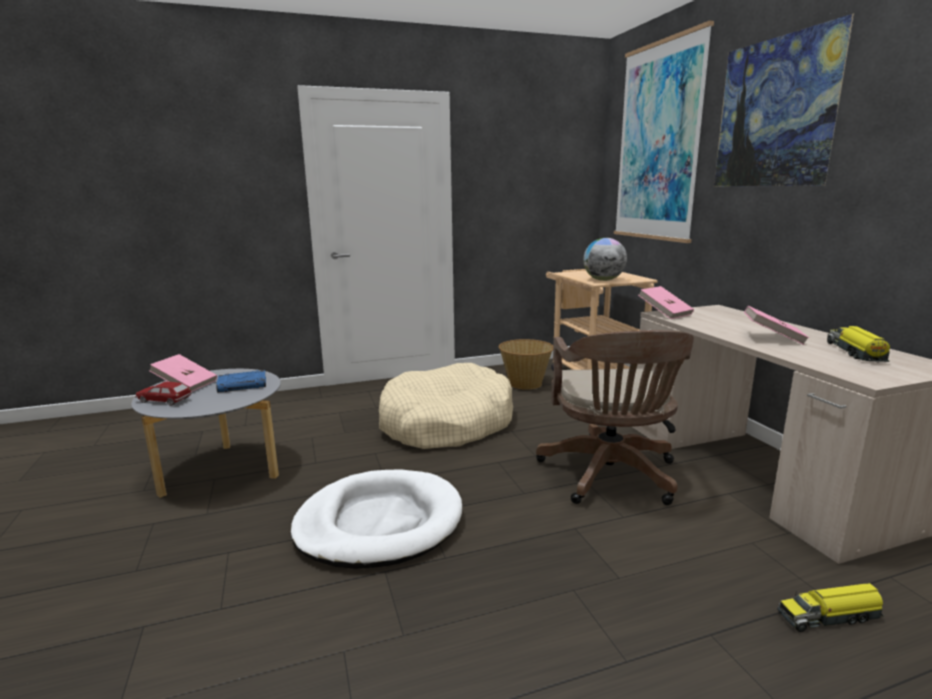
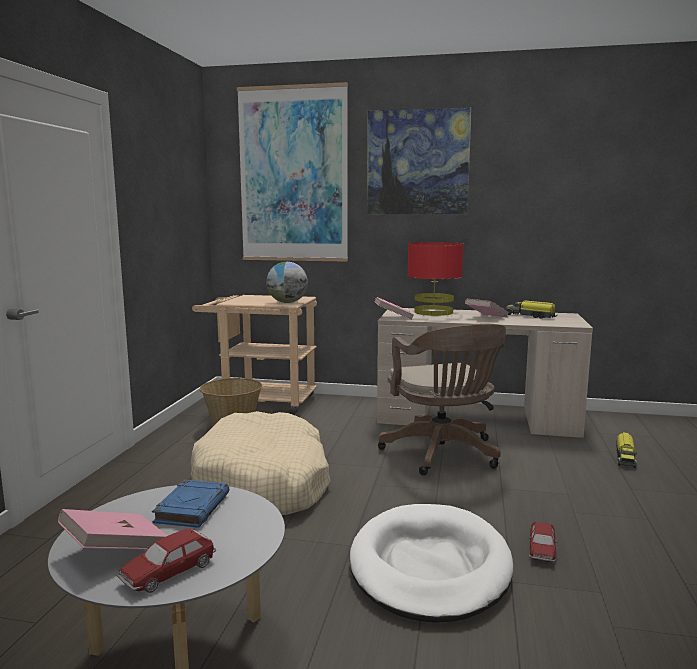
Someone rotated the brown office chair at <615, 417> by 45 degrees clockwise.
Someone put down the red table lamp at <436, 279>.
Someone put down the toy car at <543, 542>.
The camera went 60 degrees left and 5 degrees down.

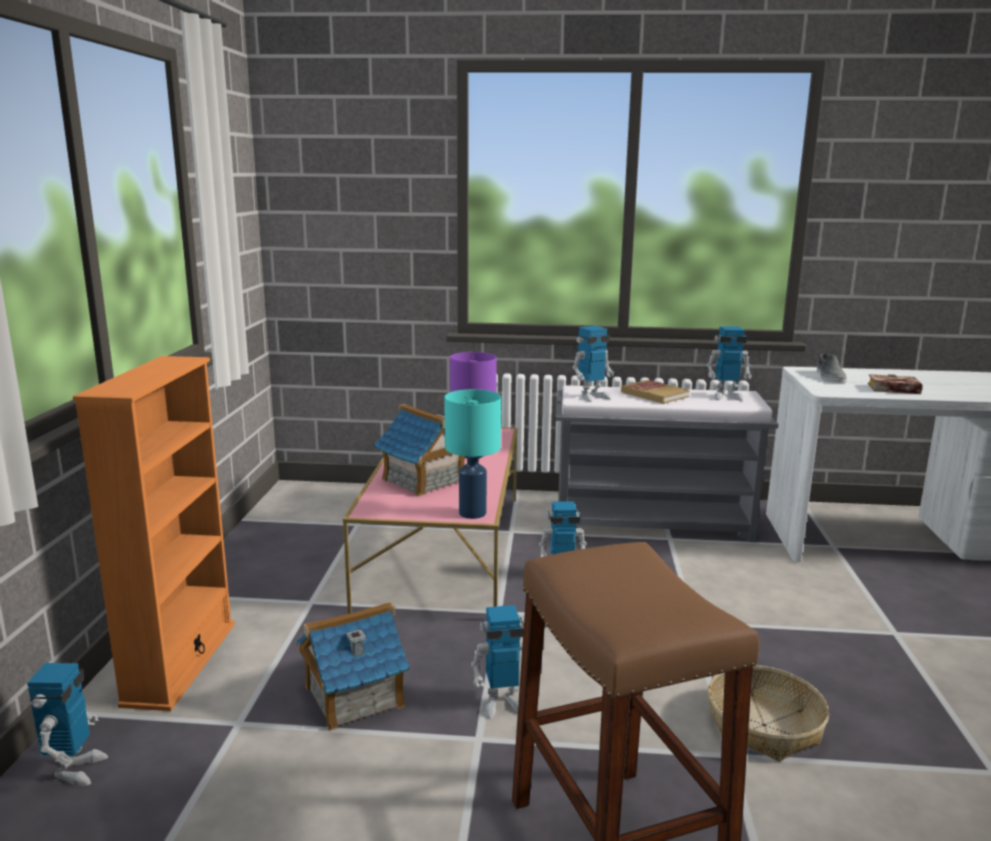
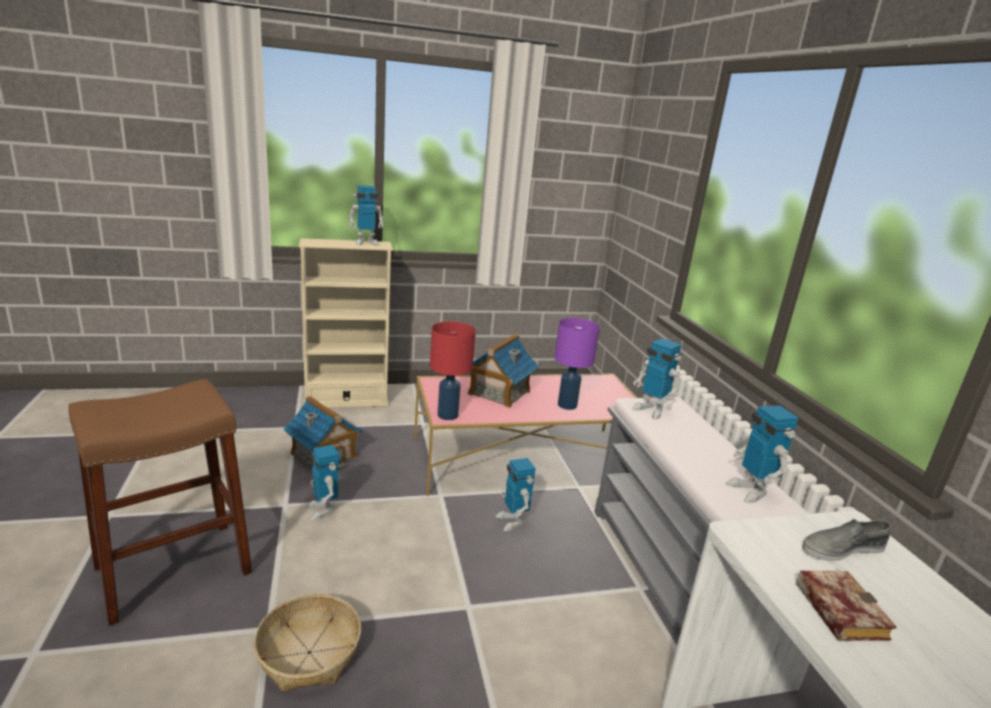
Someone repainted the orange bookcase at <154, 533>, which became the beige bookcase at <346, 323>.
Someone took away the book at <655, 392>.
Someone repainted the turquoise table lamp at <472, 454>, which became the red table lamp at <453, 370>.
Someone carried the toy robot from <67, 724> to <366, 215>.
The camera went 70 degrees right and 5 degrees up.

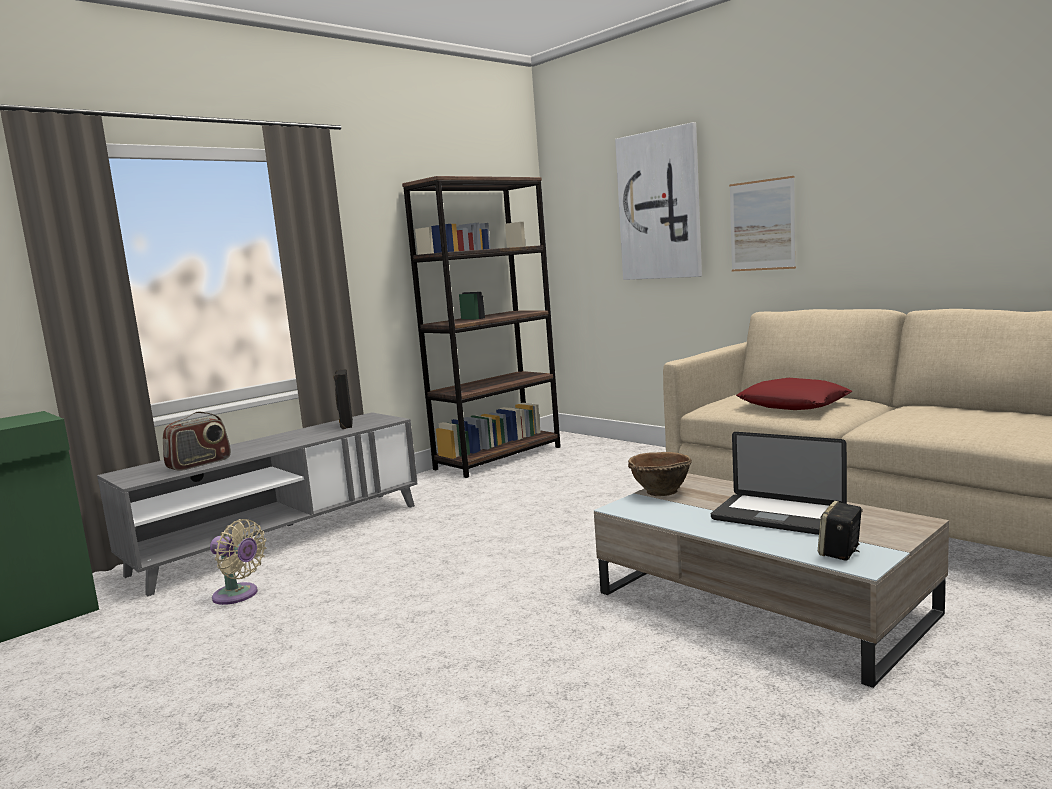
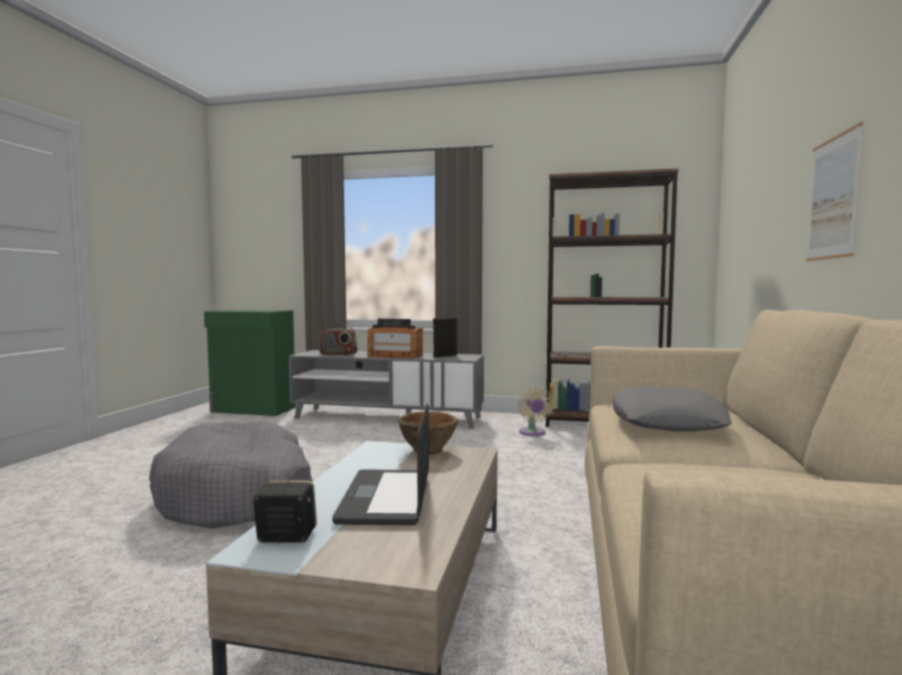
Someone took away the picture at <658, 201>.
Someone repainted the red pillow at <794, 394>, which became the grey pillow at <672, 408>.
Someone carried the beige fan from <238, 562> to <536, 411>.
Someone put down the radio at <395, 339>.
Someone put down the grey dog bed at <231, 475>.
The camera went 55 degrees right and 5 degrees down.

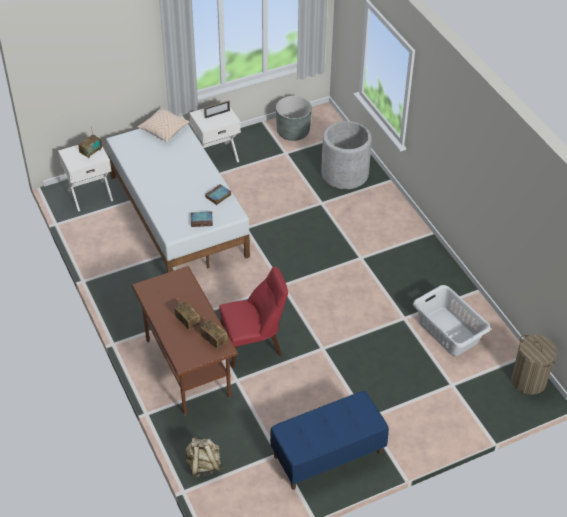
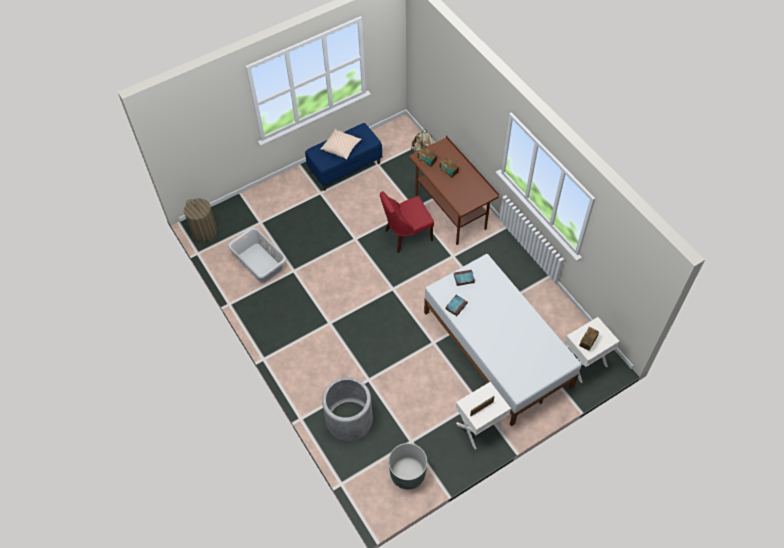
Someone carried the beige pillow from <163, 125> to <341, 144>.
The camera went 175 degrees right and 10 degrees up.

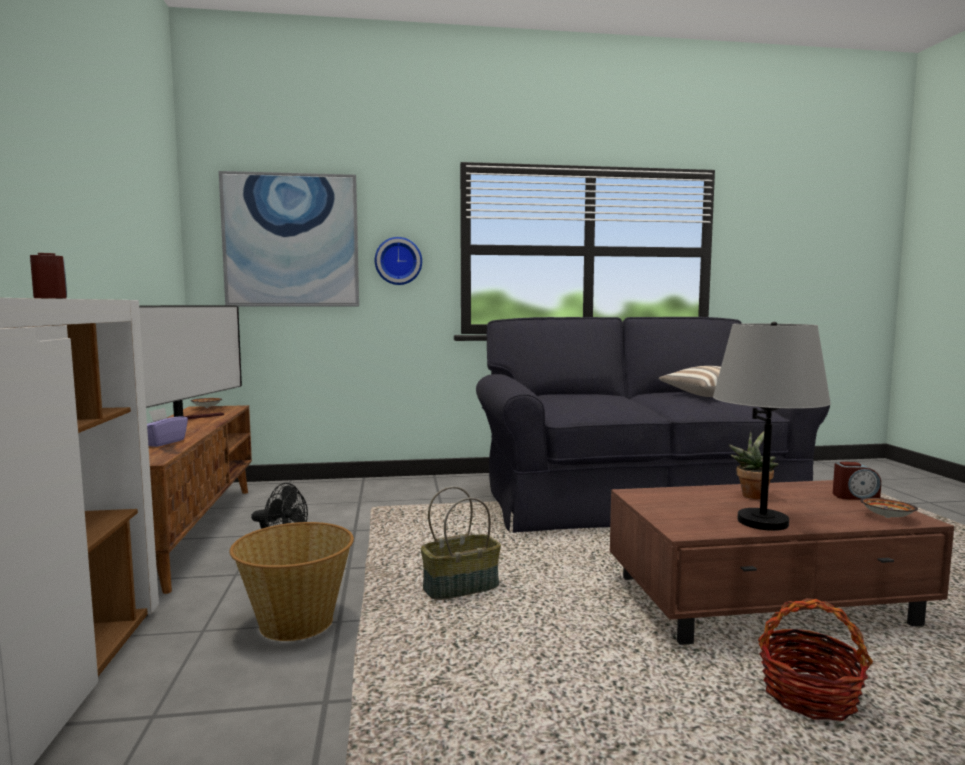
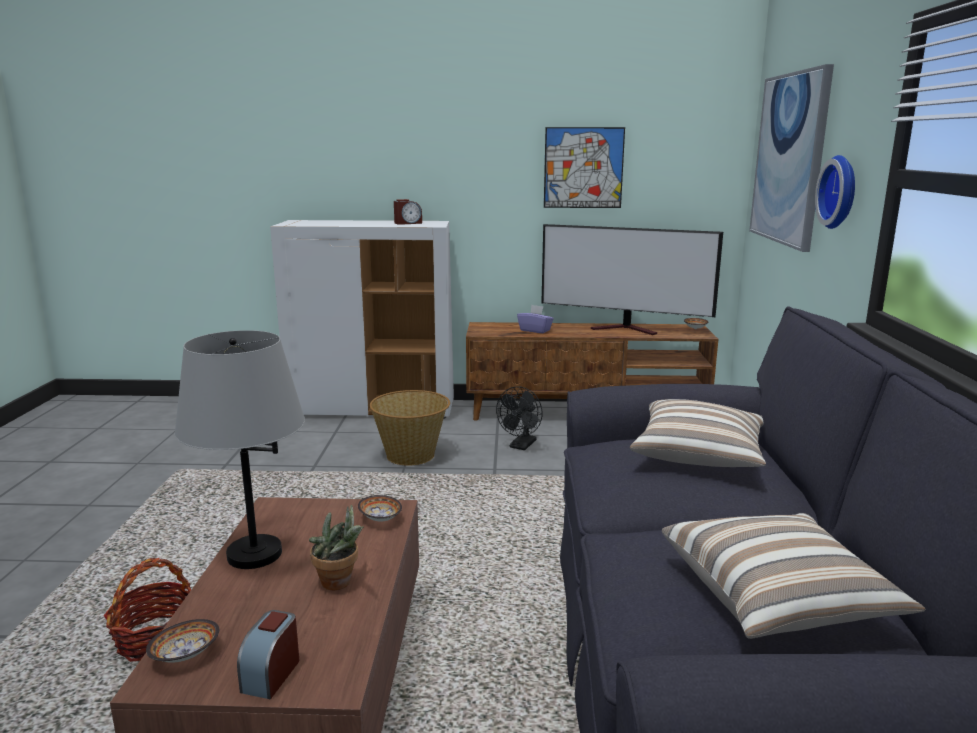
Someone took away the basket at <461, 543>.
Someone put up the picture at <584, 167>.
Someone put down the pillow at <698, 433>.
Someone put down the bowl at <380, 508>.
The camera went 100 degrees right and 10 degrees up.

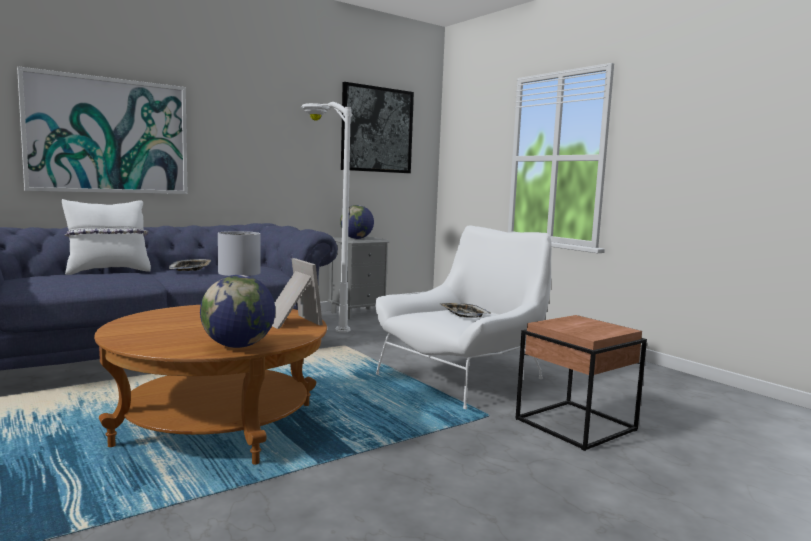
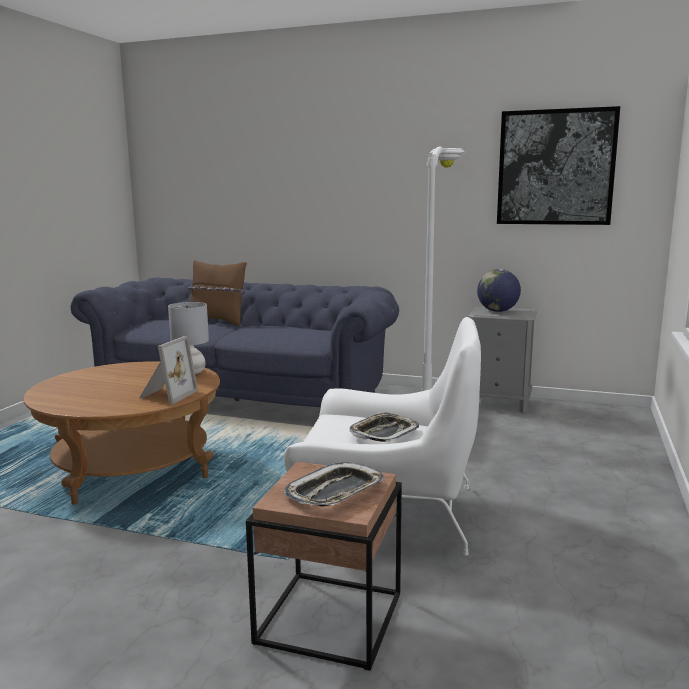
Someone took away the picture at <102, 130>.
Someone repainted the white pillow at <106, 237>, which became the brown pillow at <217, 293>.
Someone carried the tray from <190, 265> to <334, 484>.
Someone took away the globe at <237, 311>.
The camera went 55 degrees right and 5 degrees up.

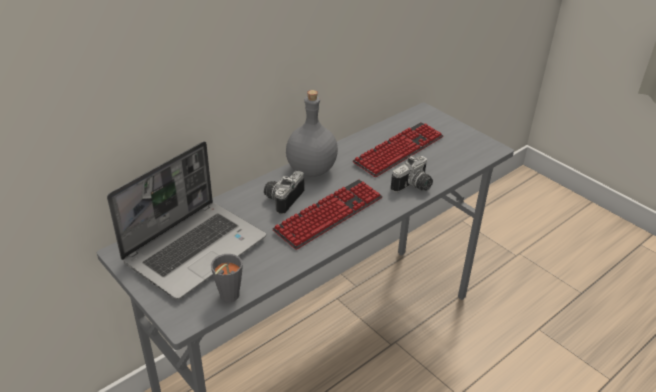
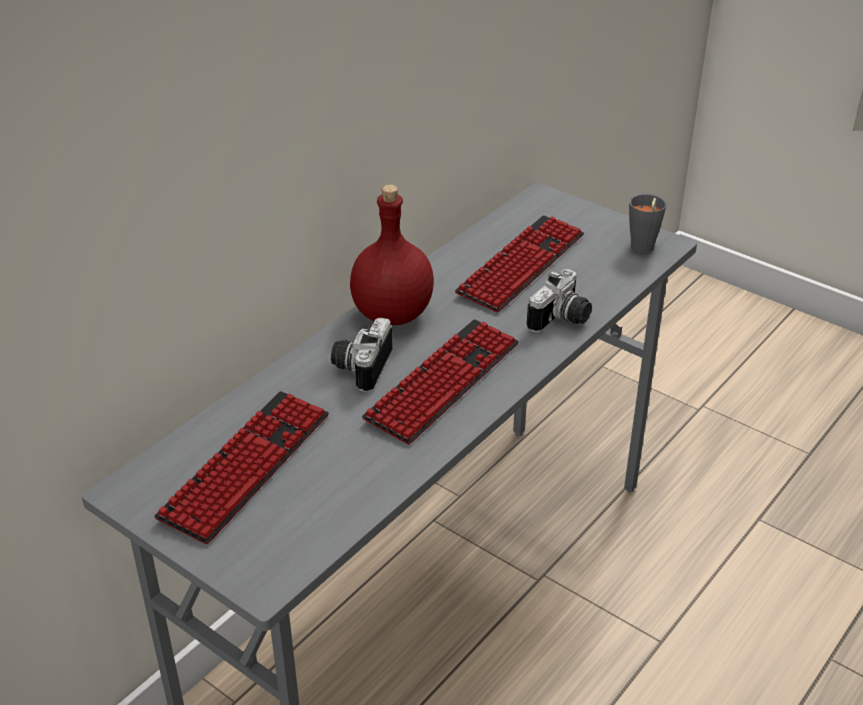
Someone repainted the grey bottle at <312, 133>, which became the red bottle at <392, 255>.
Someone swapped the laptop at <186, 220> for the keyboard at <241, 467>.
Someone carried the grey cup from <227, 278> to <648, 223>.
The camera went 10 degrees left and 0 degrees up.

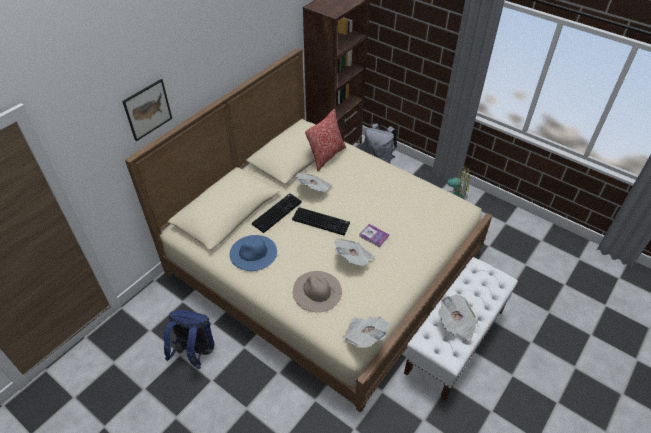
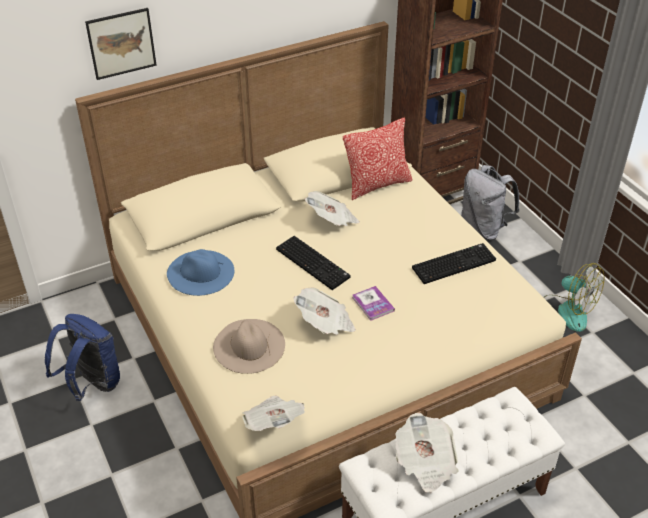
Someone carried the keyboard from <277, 213> to <454, 263>.
The camera went 25 degrees right and 5 degrees down.

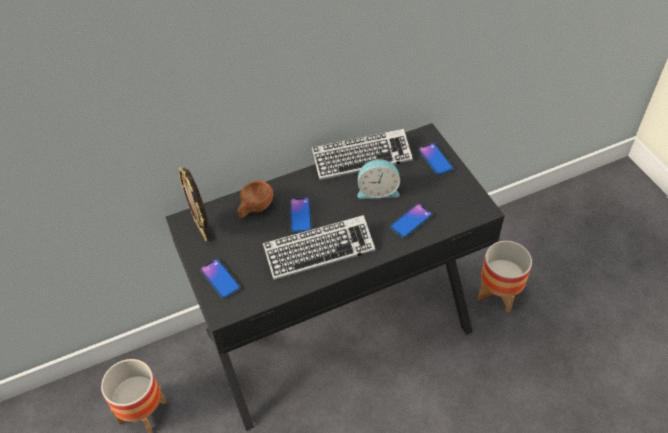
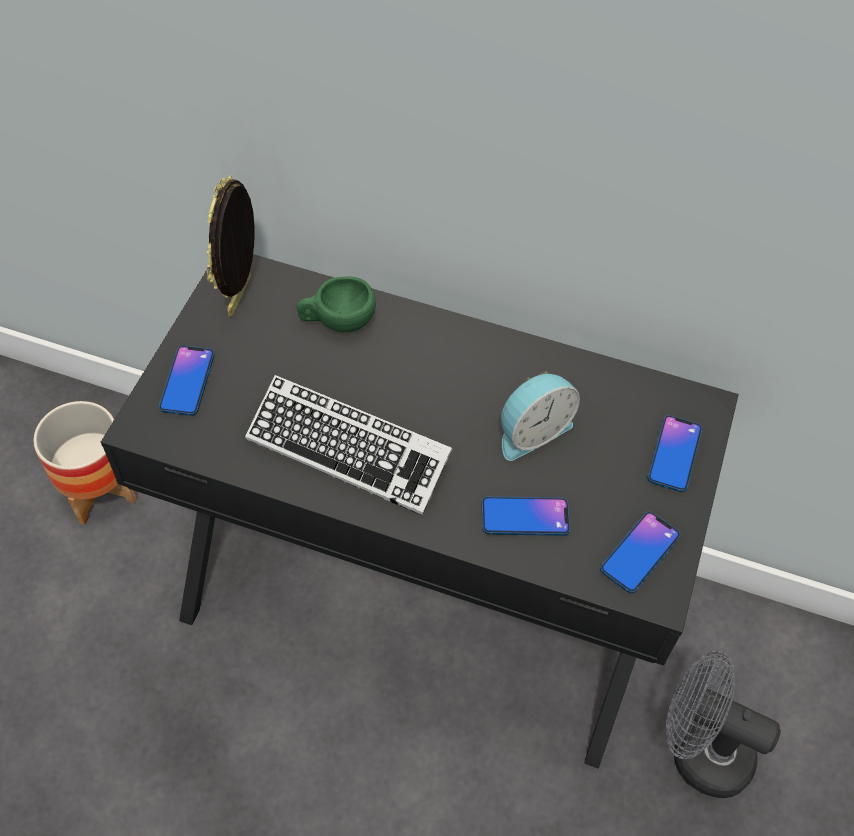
Someone took away the keyboard at <362, 154>.
Someone rotated the alarm clock at <378, 179> by 75 degrees counterclockwise.
Someone repainted the brown cup at <255, 199>, which became the green cup at <336, 304>.
Someone carried the phone from <301, 215> to <640, 552>.
Someone swapped the planter at <505, 277> for the grey fan at <723, 724>.
The camera went 40 degrees right and 5 degrees up.

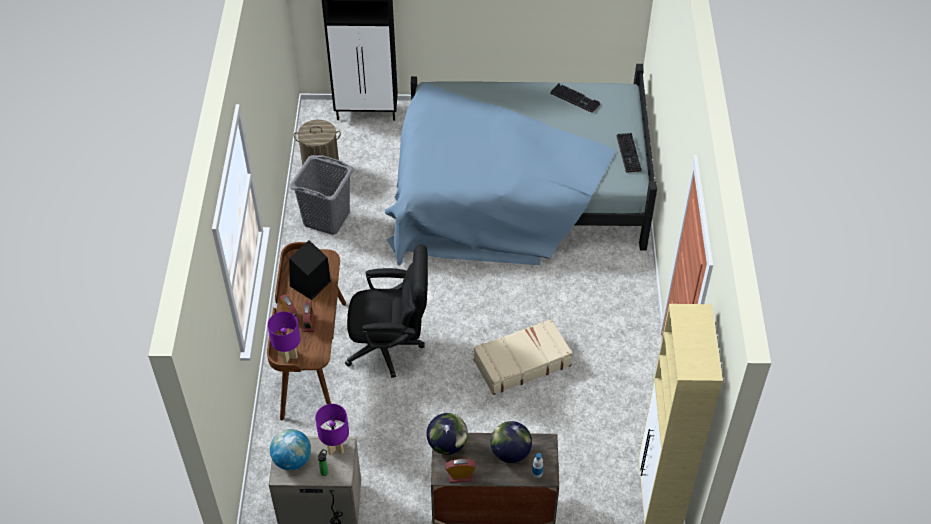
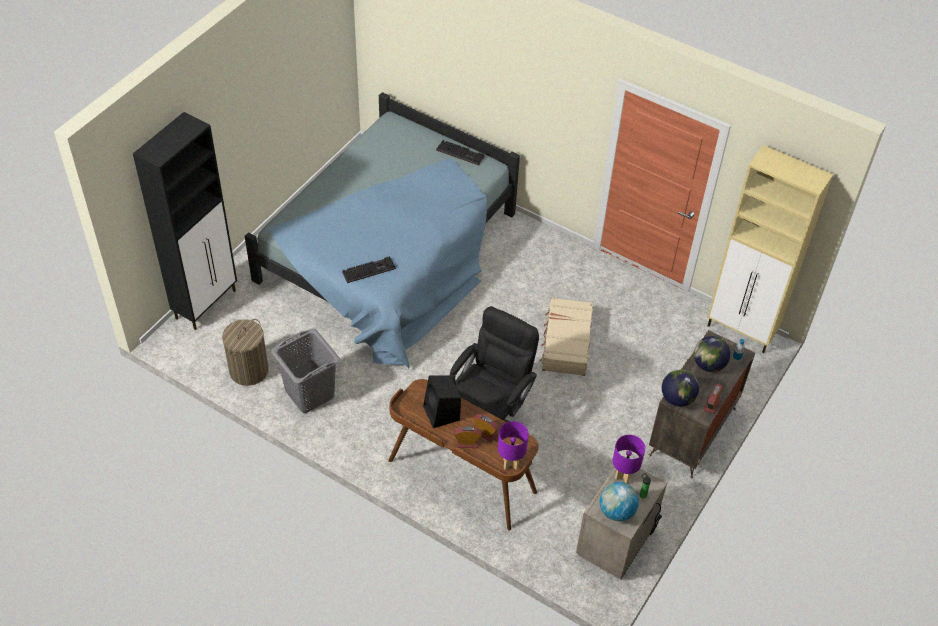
Someone carried the keyboard from <575, 98> to <369, 269>.
The camera went 60 degrees left and 0 degrees up.

